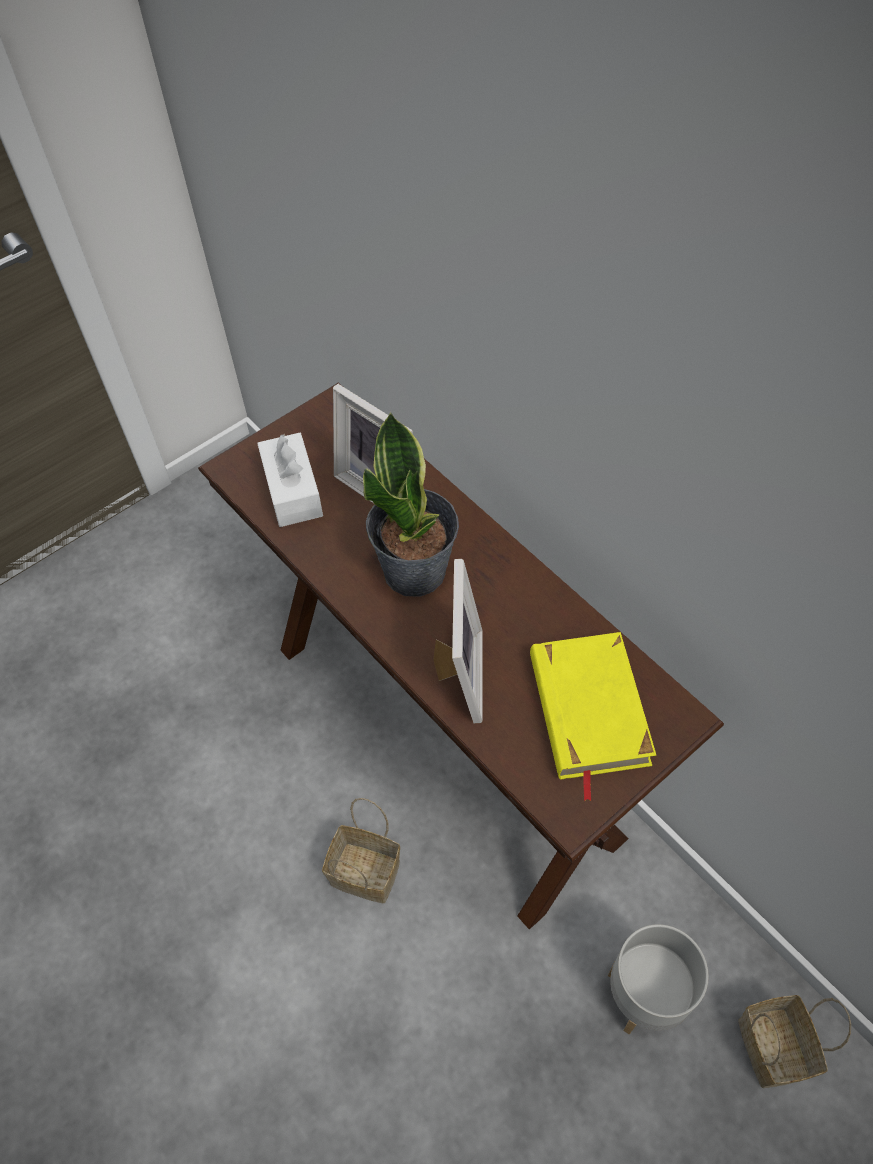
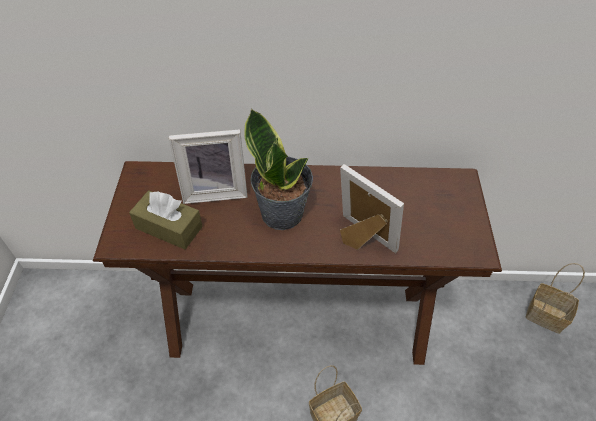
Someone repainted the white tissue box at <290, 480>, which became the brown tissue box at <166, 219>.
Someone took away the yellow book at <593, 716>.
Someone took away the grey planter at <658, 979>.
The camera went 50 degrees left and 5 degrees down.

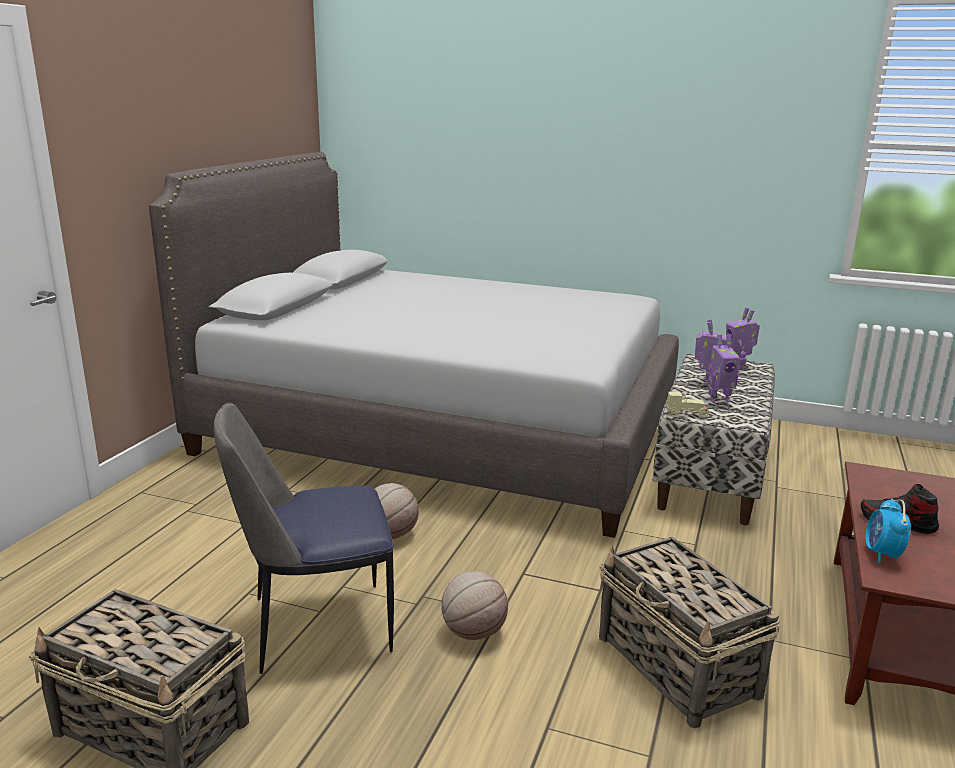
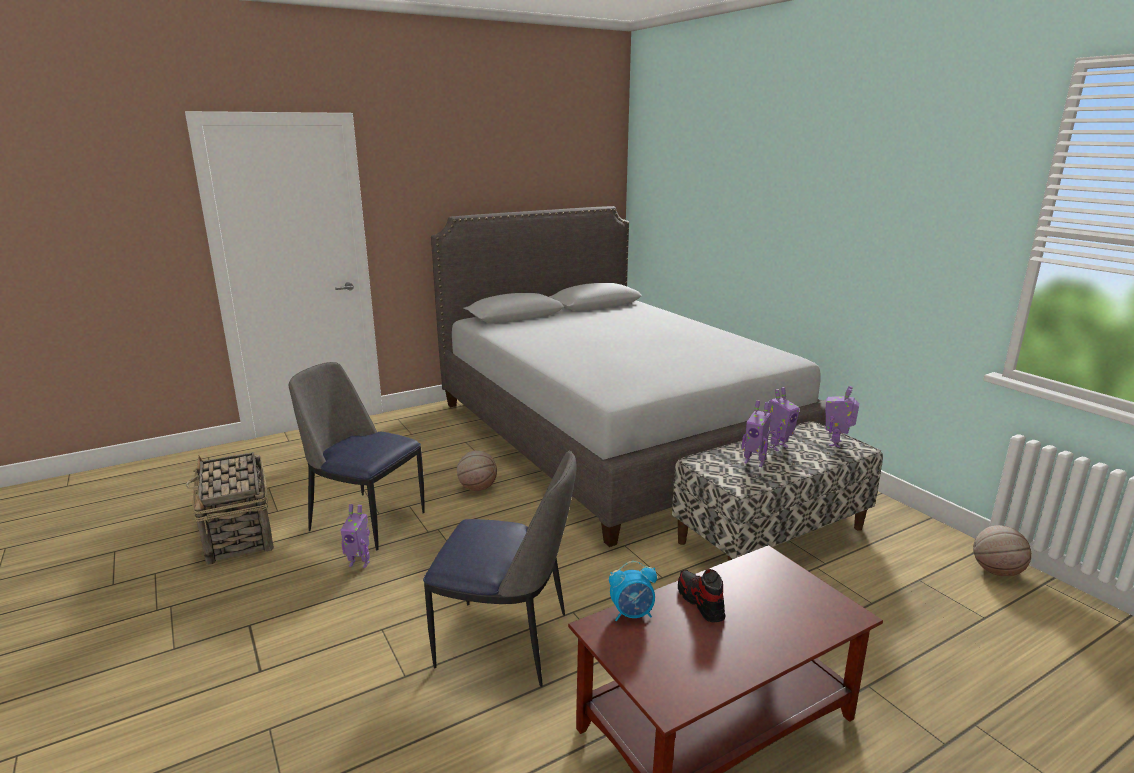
Someone took away the beige toy car at <687, 405>.
Someone rotated the alarm clock at <888, 530> by 150 degrees counterclockwise.
Someone swapped the basket at <689, 632> for the chair at <499, 569>.
Someone carried the basketball from <474, 605> to <1002, 550>.
Someone put down the toy robot at <355, 536>.
The camera went 40 degrees right and 0 degrees up.

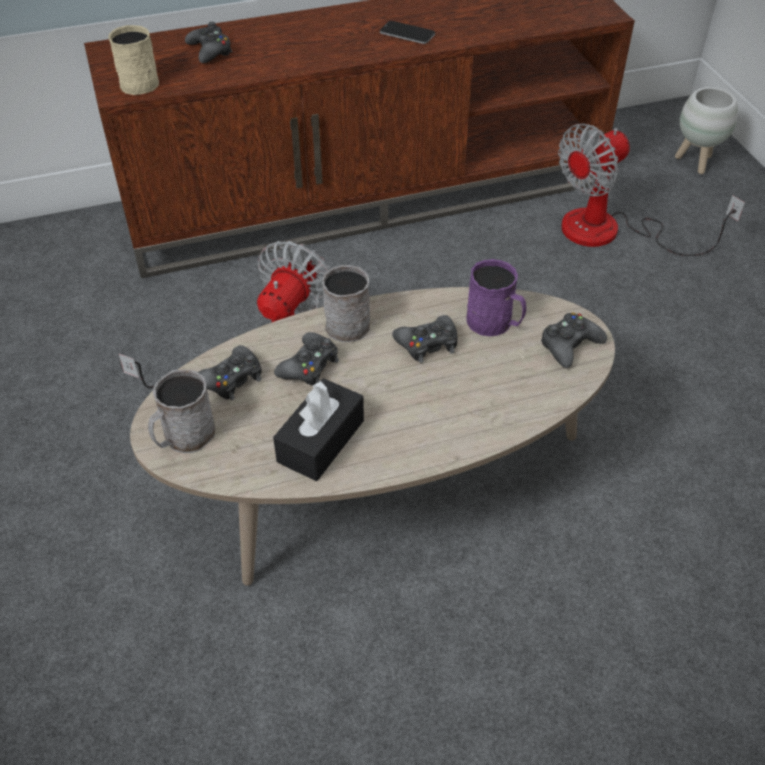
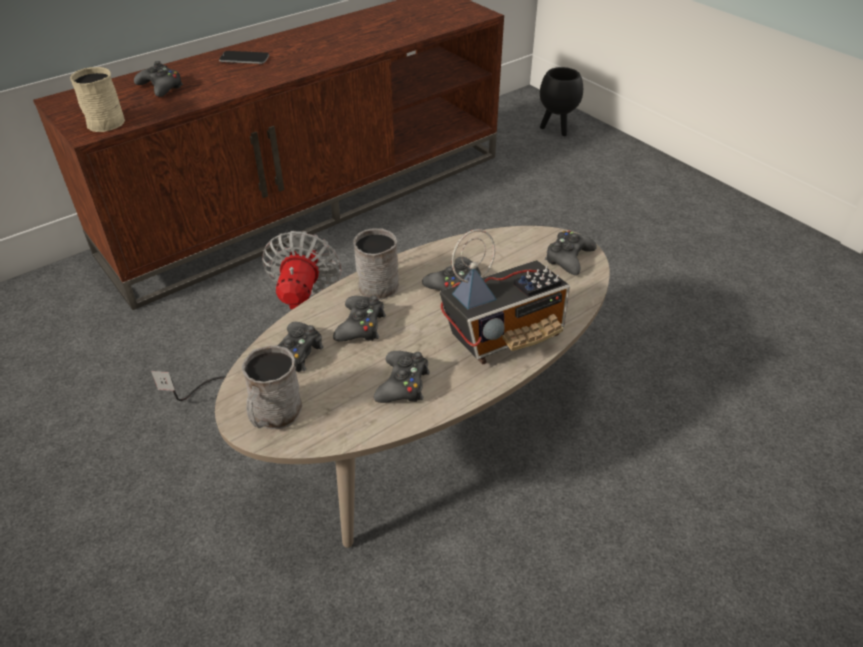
Someone carried the phone from <407, 32> to <244, 57>.
Someone repainted the white planter at <706, 130>, which became the black planter at <561, 101>.
Someone took away the fan at <651, 189>.
Someone took away the purple mug at <496, 297>.
Someone swapped the black tissue box at <318, 429> for the black game controller at <402, 377>.
Someone put down the radio at <505, 297>.
The camera went 20 degrees left and 5 degrees down.

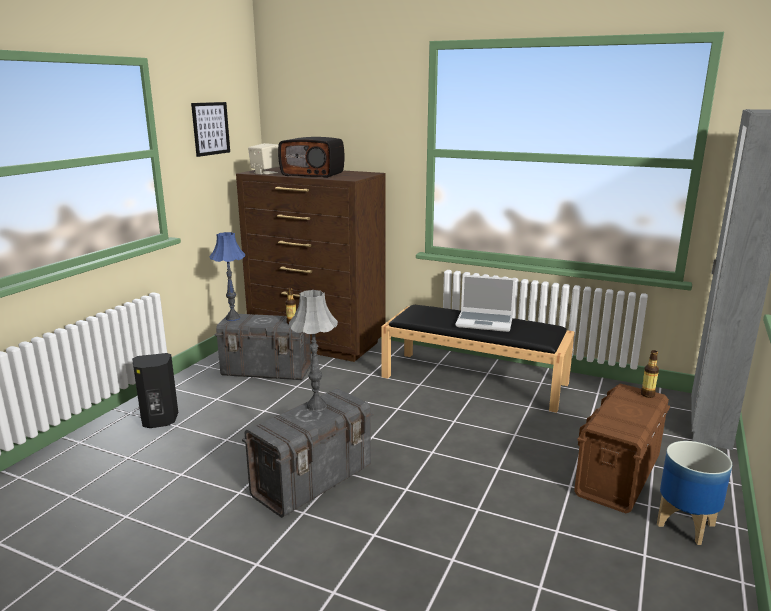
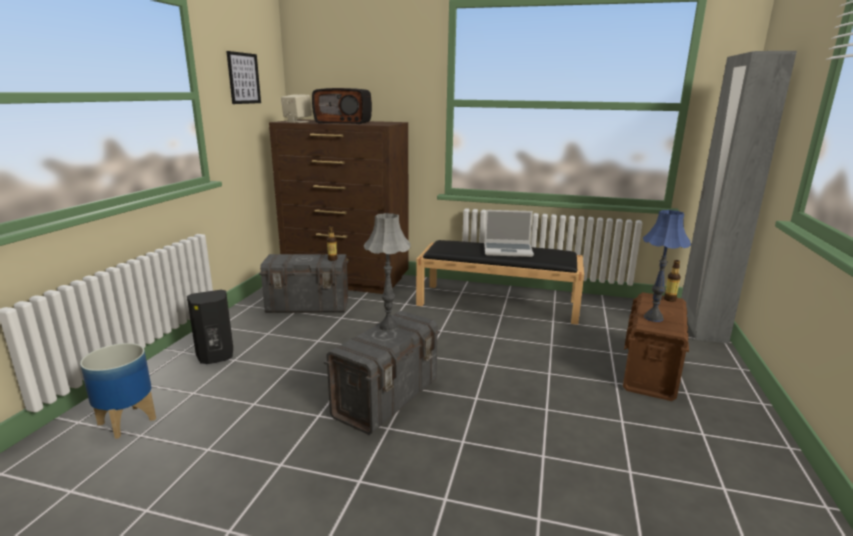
Someone carried the blue table lamp from <227, 276> to <667, 266>.
Someone carried the planter from <694, 493> to <118, 391>.
The camera went 10 degrees left and 0 degrees up.

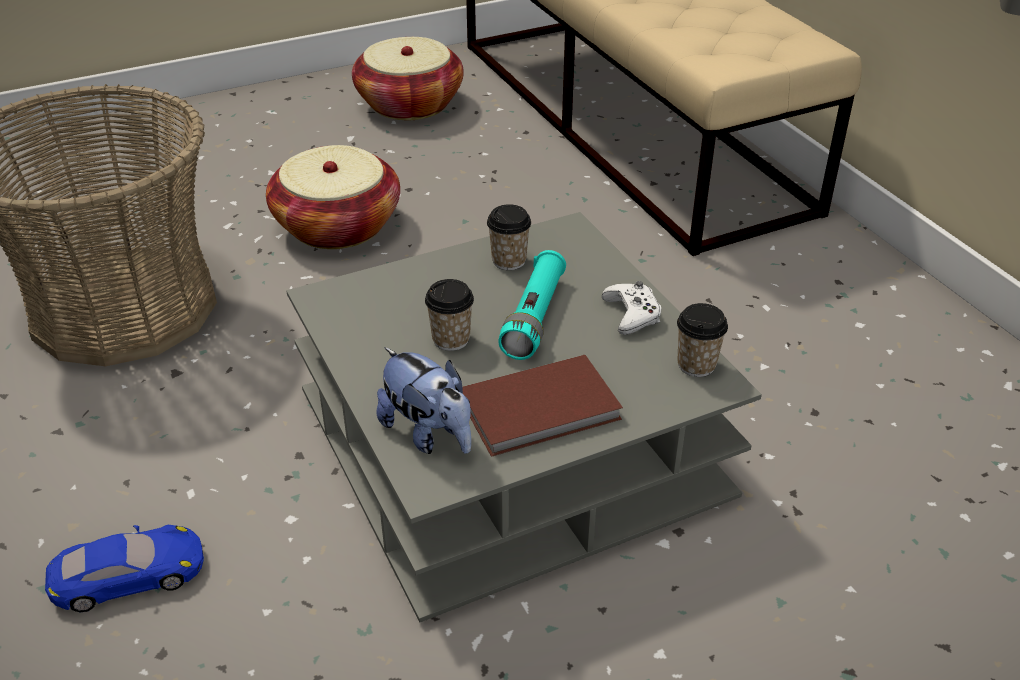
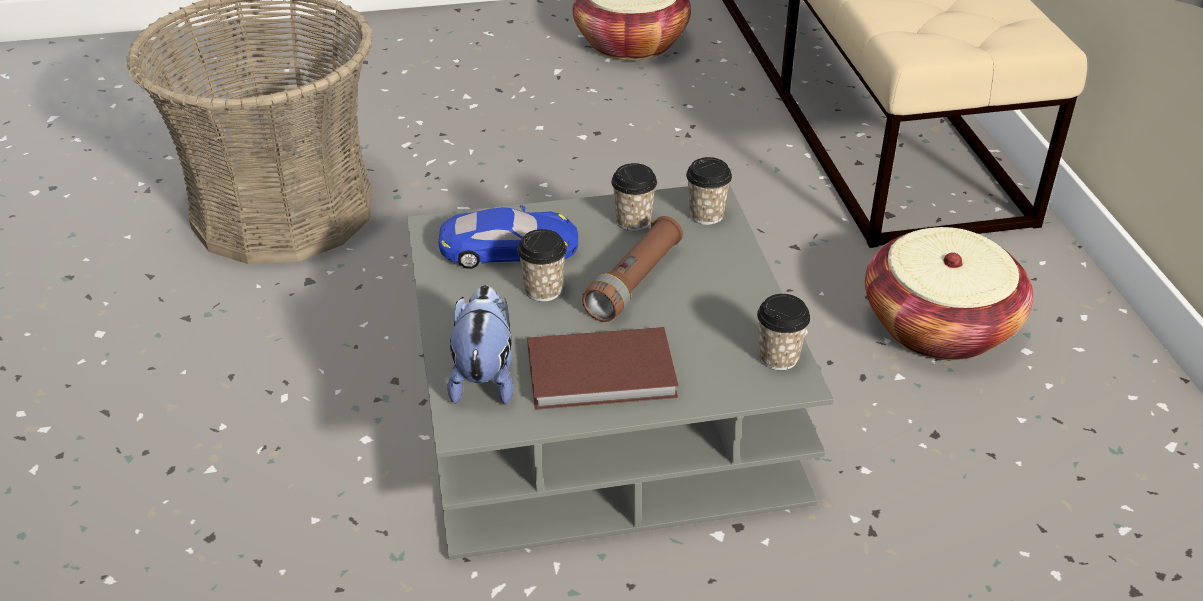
Someone carried the basket from <333, 197> to <949, 293>.
Someone repainted the turquoise flashlight at <532, 305>, which became the brown flashlight at <632, 269>.
Someone took away the white game controller at <631, 308>.
Someone rotated the plush toy at <424, 400> by 150 degrees counterclockwise.
Someone carried the blue toy car from <124, 568> to <508, 237>.
Someone put down the cup at <709, 191>.
The camera went 15 degrees right and 0 degrees up.

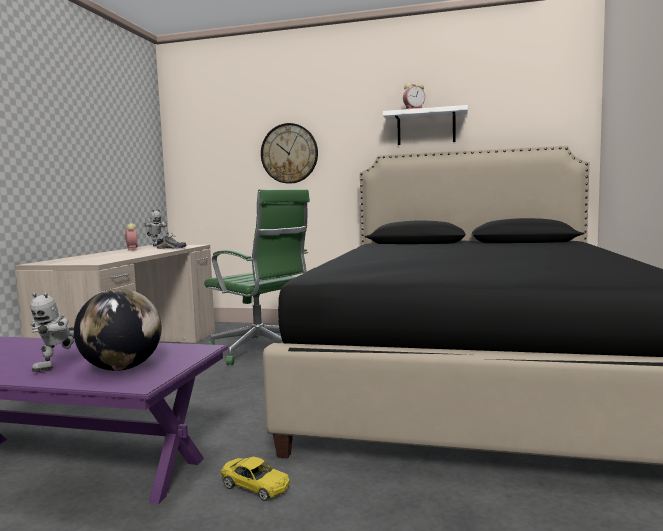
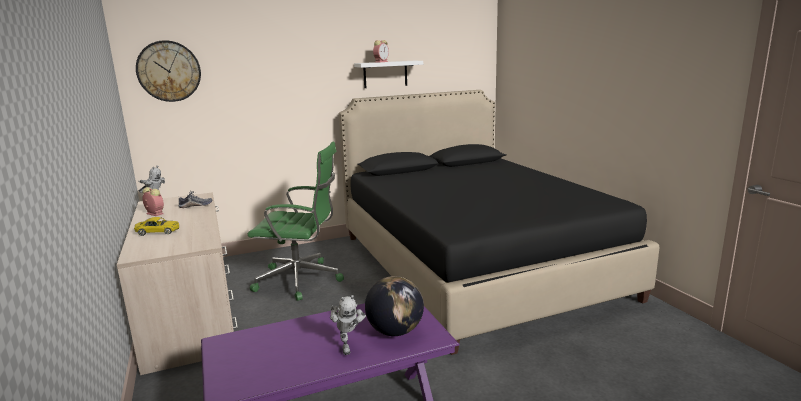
Someone carried the wall clock from <289, 153> to <168, 71>.
Someone carried the yellow toy car from <255, 479> to <156, 226>.
The camera went 35 degrees left and 10 degrees up.

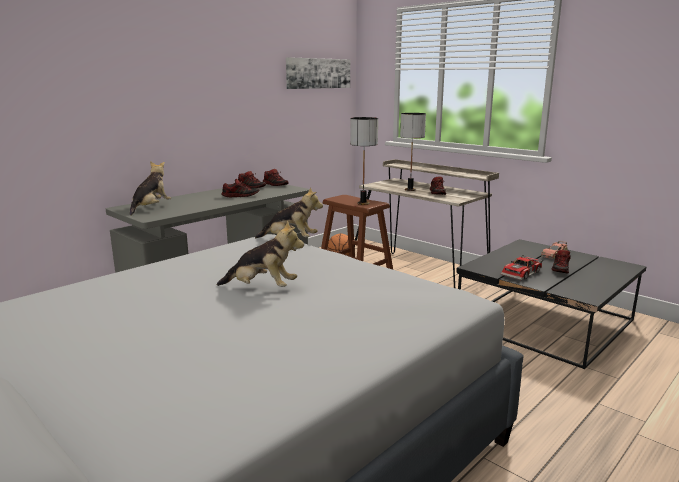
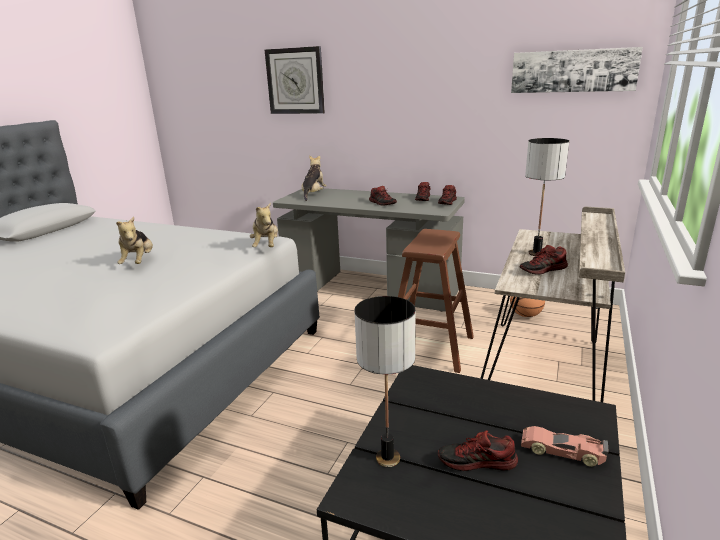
Someone carried the table lamp from <364, 161> to <385, 381>.
Someone rotated the plush toy at <150, 188> by 75 degrees counterclockwise.
Someone took away the toy car at <522, 267>.
Someone put up the wall clock at <295, 80>.
The camera went 70 degrees right and 5 degrees up.

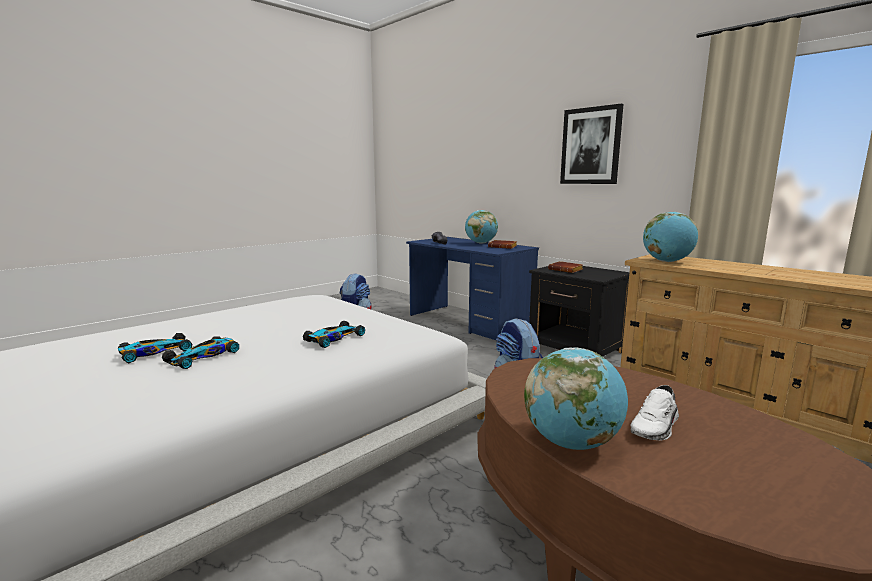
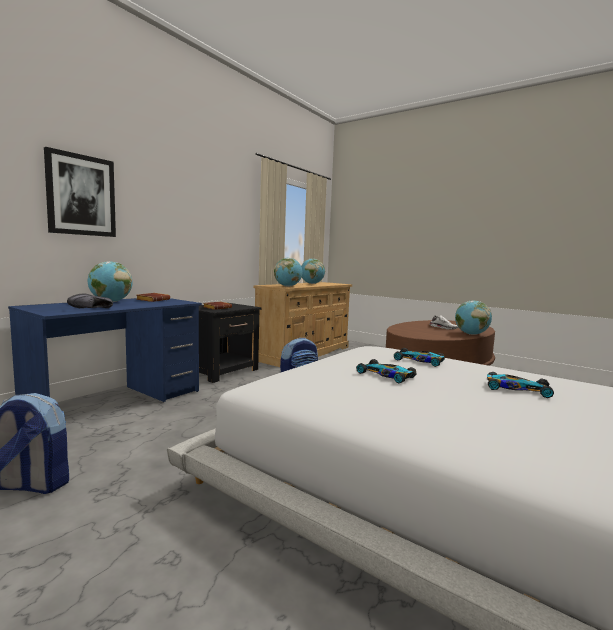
Someone carried the picture from <592, 144> to <80, 192>.
Someone carried the toy car from <155, 348> to <386, 371>.
Someone put down the globe at <313, 271>.
The camera went 100 degrees left and 5 degrees down.

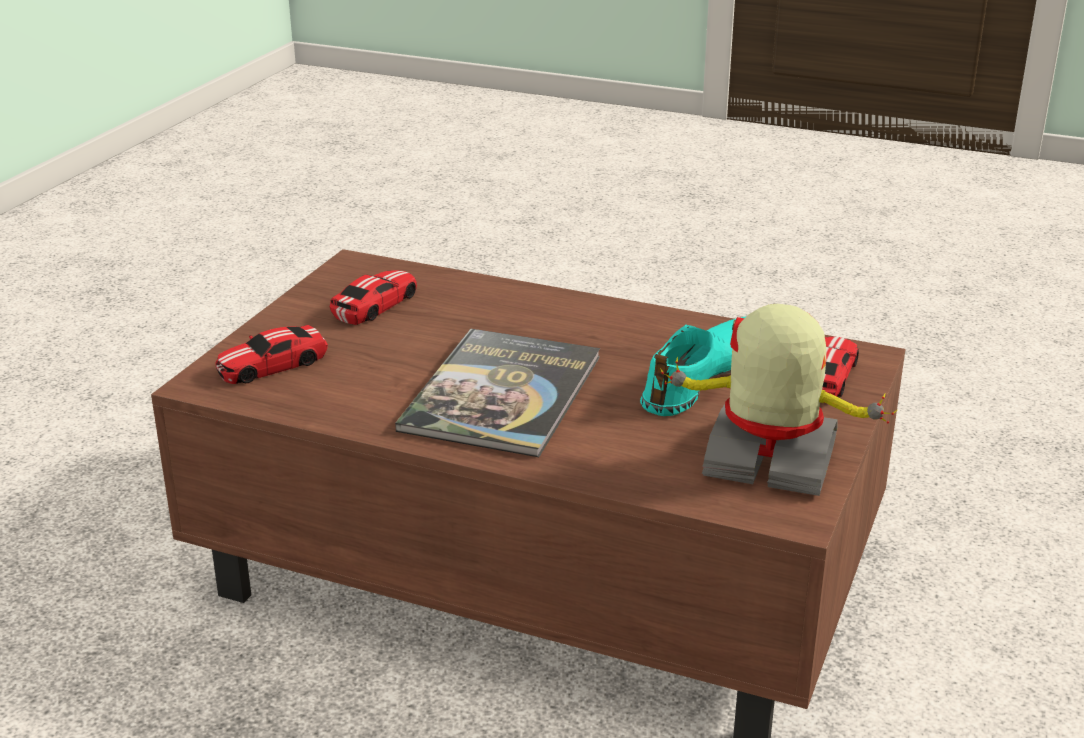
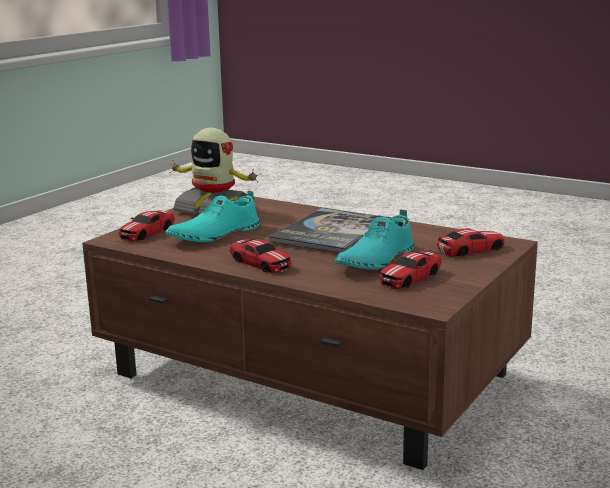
Someone put down the turquoise shoe at <374, 239>.
Someone put down the toy car at <260, 256>.
The camera went 170 degrees left and 10 degrees down.

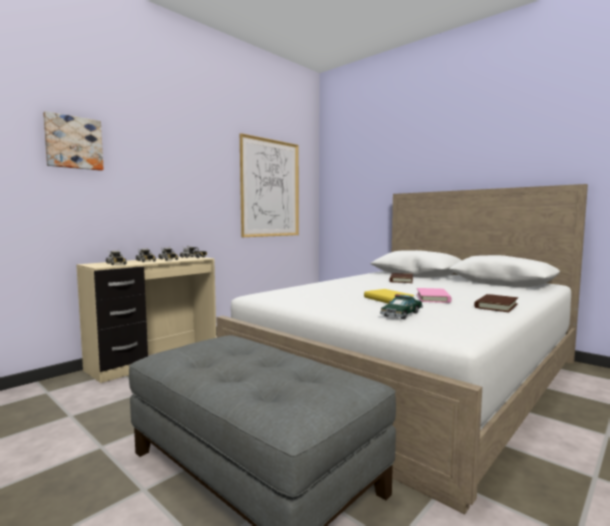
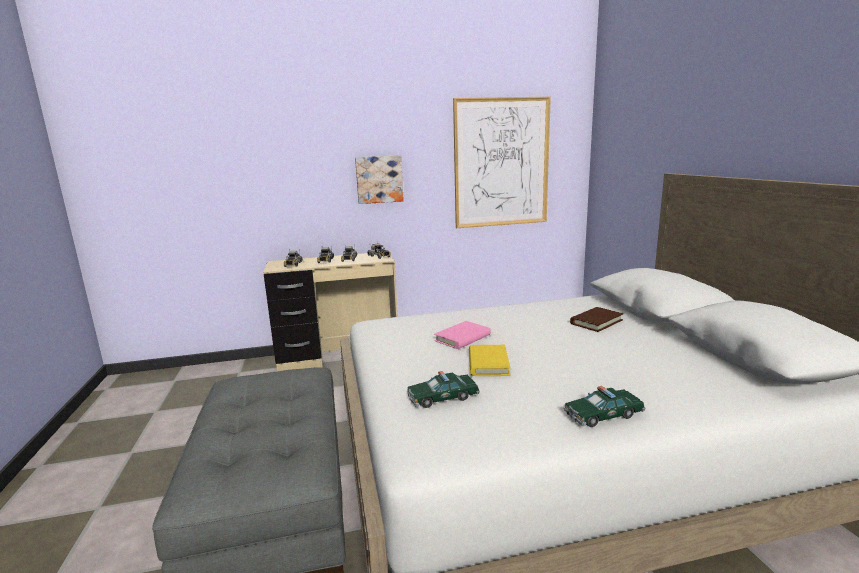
Someone carried the picture from <73, 141> to <379, 179>.
Someone carried the pink book from <434, 295> to <462, 335>.
Someone swapped the brown book at <496, 303> for the toy car at <604, 406>.
The camera went 35 degrees right and 10 degrees up.

